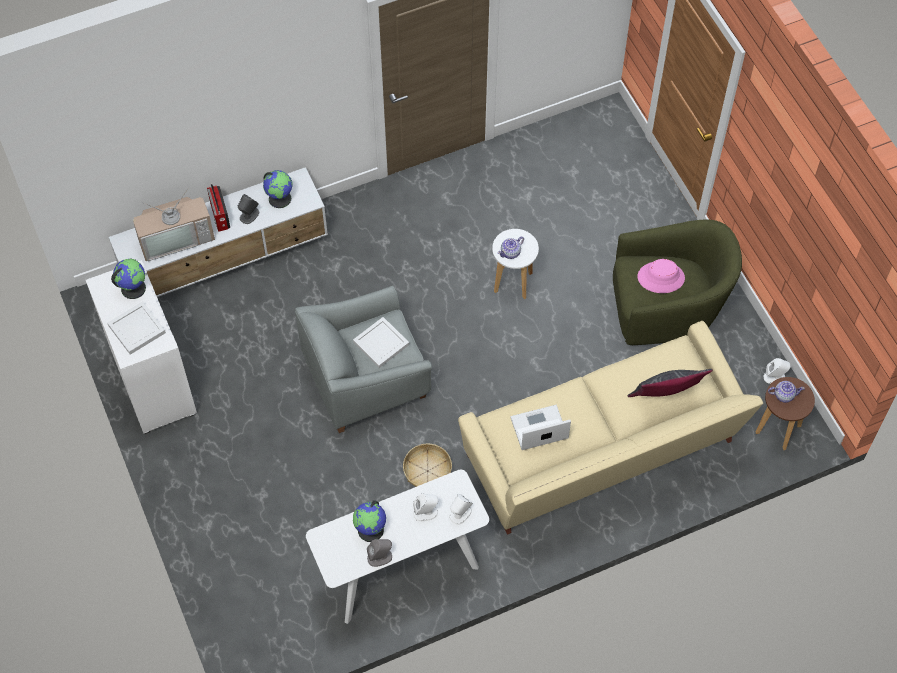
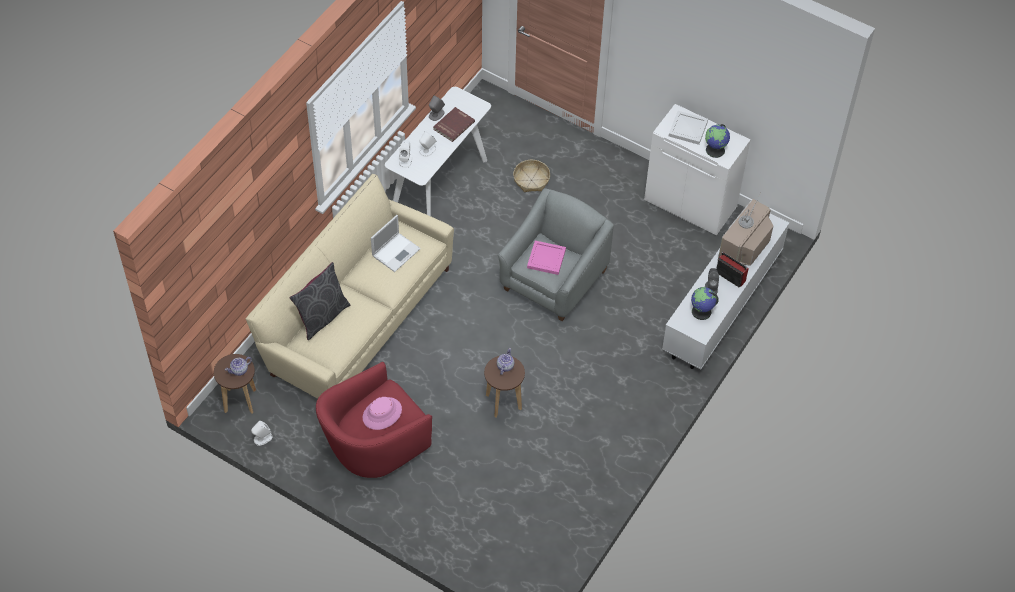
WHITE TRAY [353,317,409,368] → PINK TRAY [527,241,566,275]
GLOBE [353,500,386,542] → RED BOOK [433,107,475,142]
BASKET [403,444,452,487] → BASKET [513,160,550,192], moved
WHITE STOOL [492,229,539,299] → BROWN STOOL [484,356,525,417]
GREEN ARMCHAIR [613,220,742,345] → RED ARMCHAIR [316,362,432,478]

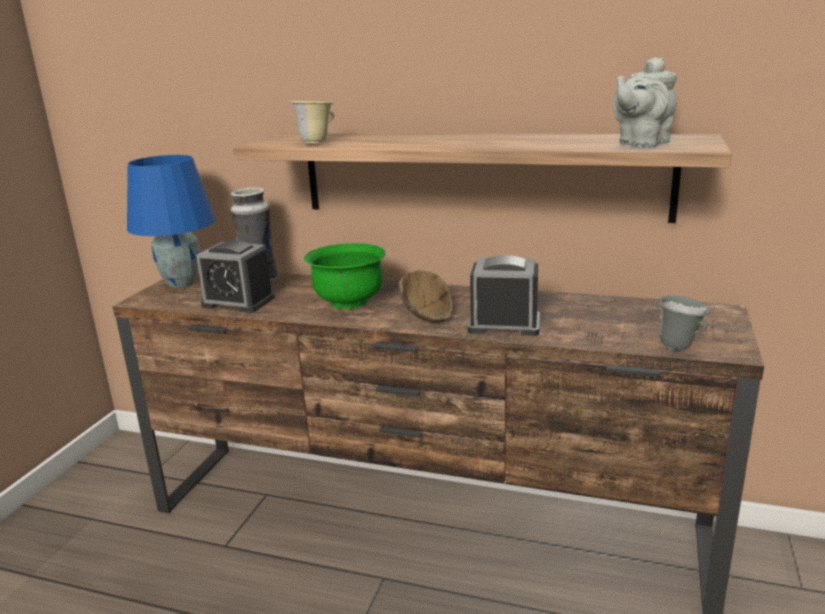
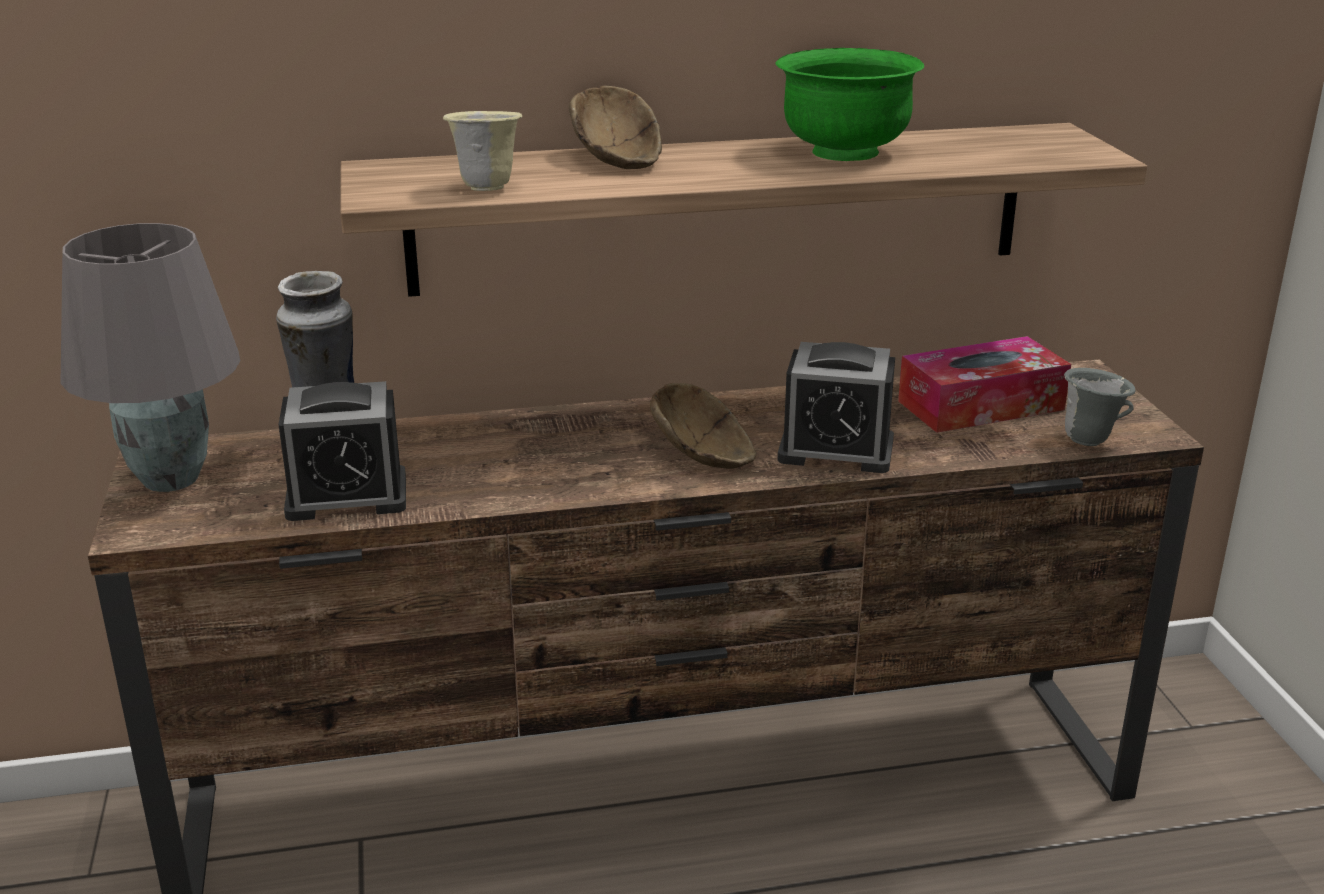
BLUE TABLE LAMP [127,155,215,288] → GREY TABLE LAMP [60,223,241,492]
GREEN BOWL [304,243,386,309] → GREEN BOWL [775,48,924,161], moved
ALARM CLOCK [468,255,540,336] → ALARM CLOCK [778,342,895,473], 150 degrees counterclockwise
GREY TEAPOT [613,57,677,148] → -
- → BROWN BOWL [569,86,662,169]
- → TISSUE BOX [898,336,1071,433]

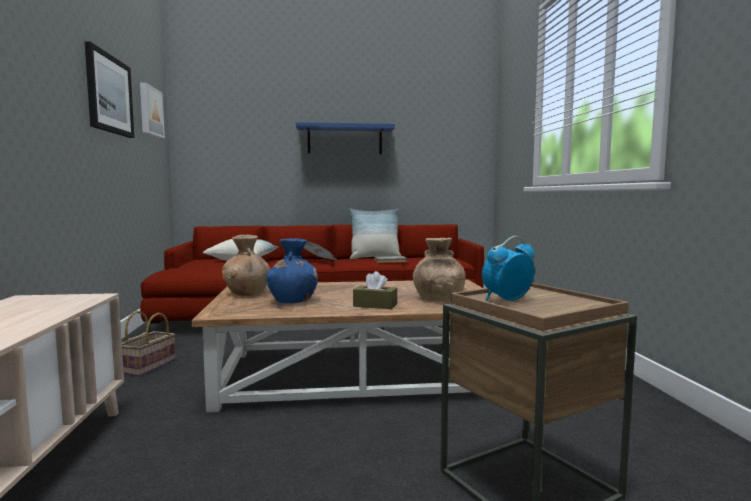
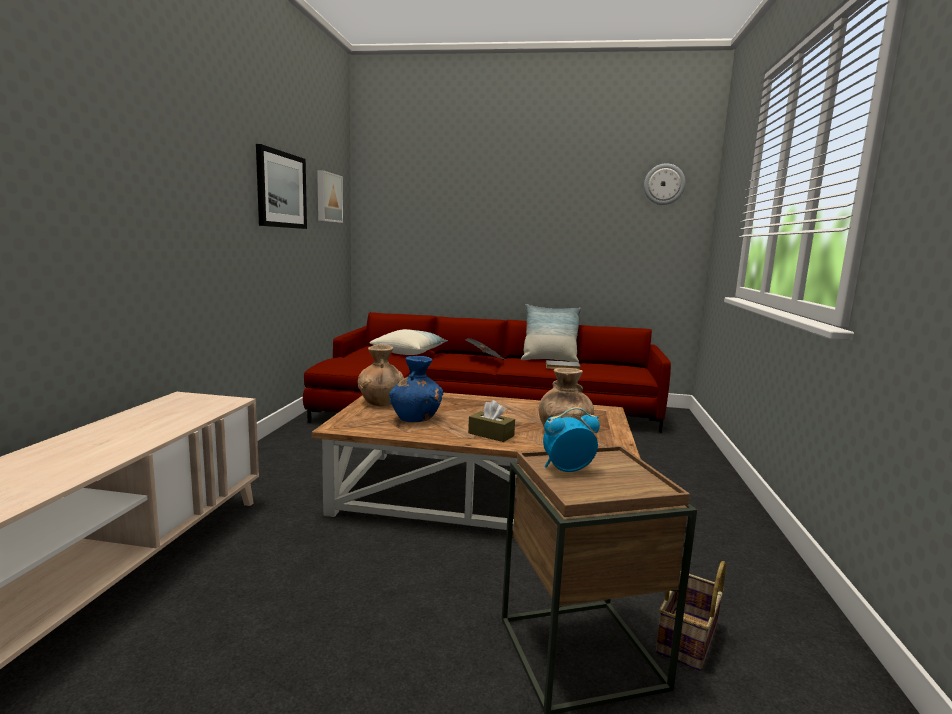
BASKET [122,311,175,376] → BASKET [656,561,726,671], moved
BLUE SHELF [296,122,395,154] → -
- → WALL CLOCK [644,163,685,205]

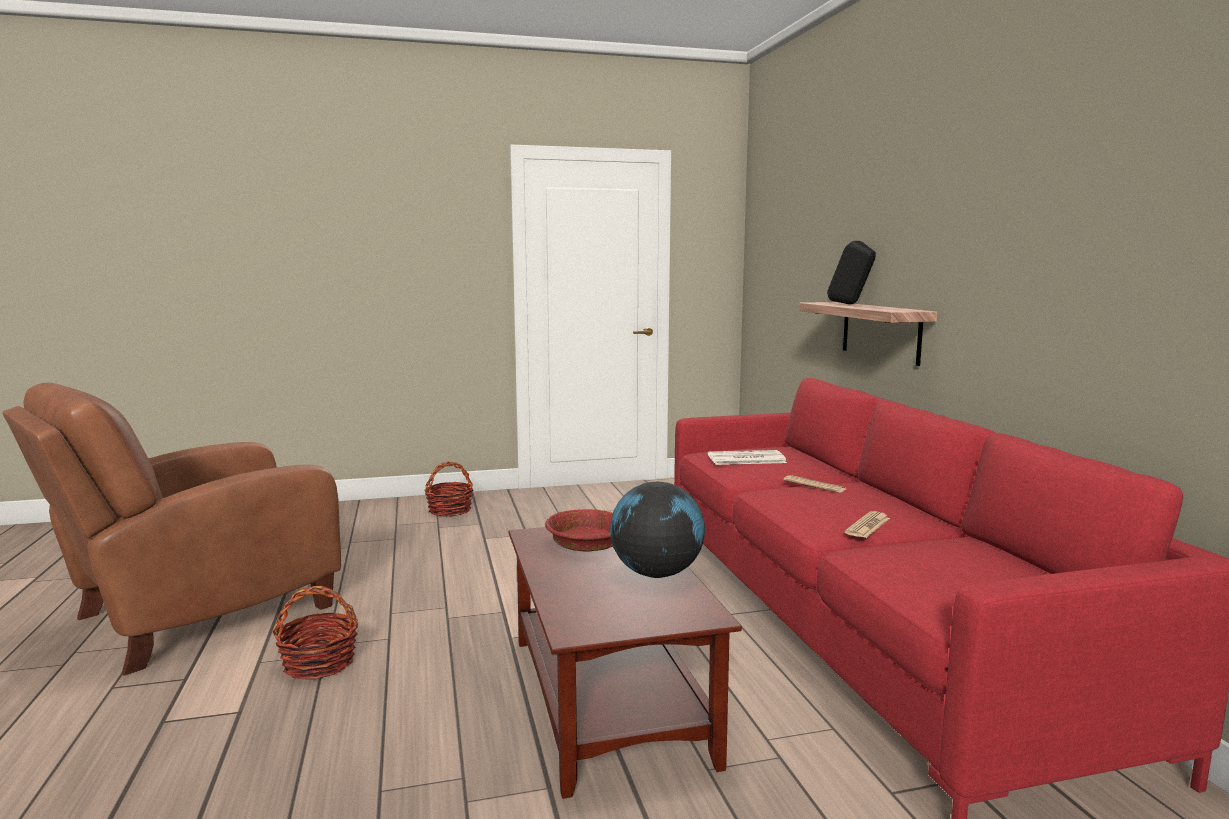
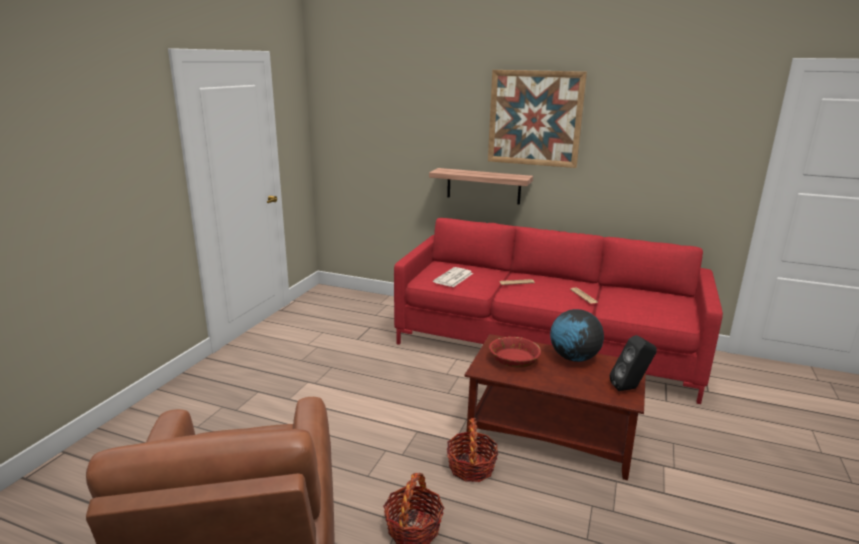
BASKET [424,461,473,516] → BASKET [447,418,498,482], moved
BLACK SPEAKER [827,241,876,304] → BLACK SPEAKER [610,335,657,391], moved
- → PICTURE [488,70,587,168]

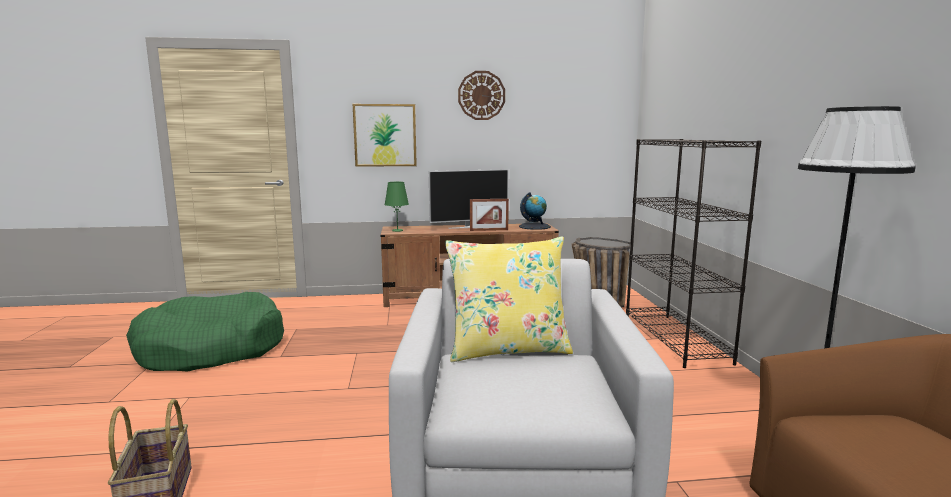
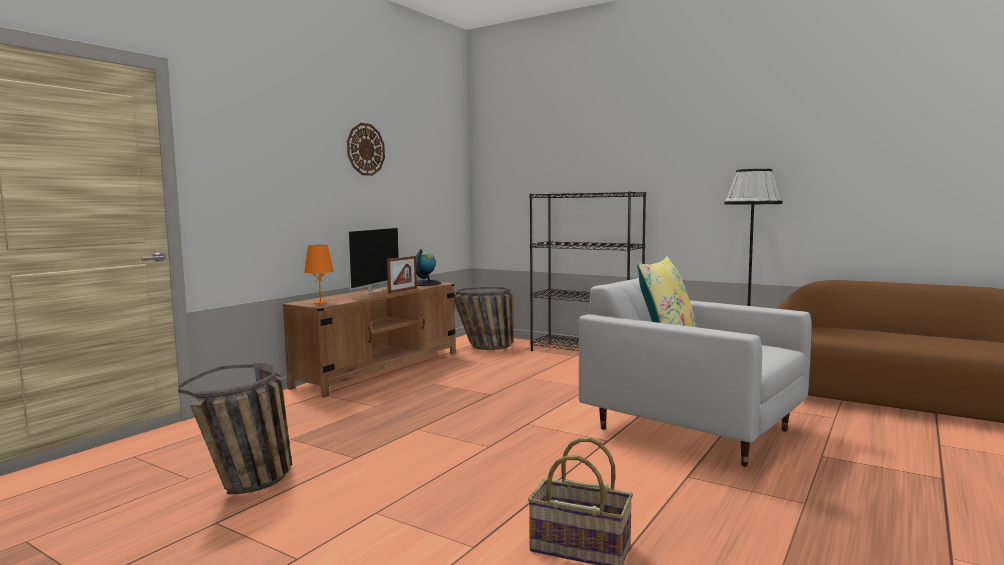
GREEN DOG BED [126,292,284,371] → BASKET [178,363,292,494]
PICTURE [353,104,417,167] → -
GREEN TABLE LAMP [384,182,409,232] → ORANGE TABLE LAMP [304,245,334,304]

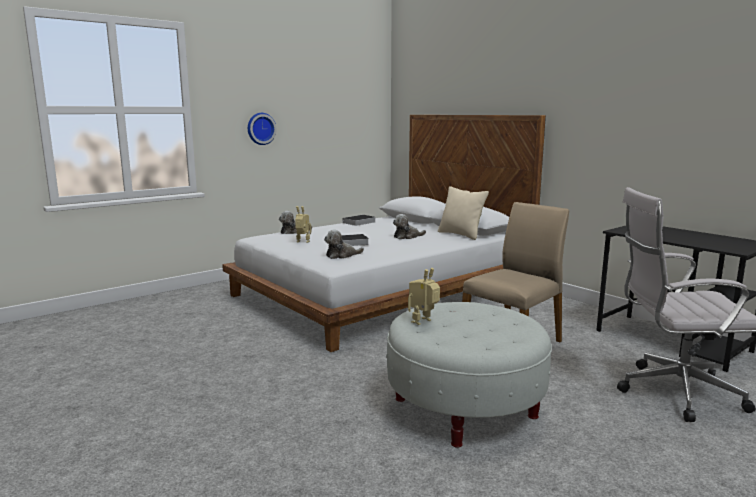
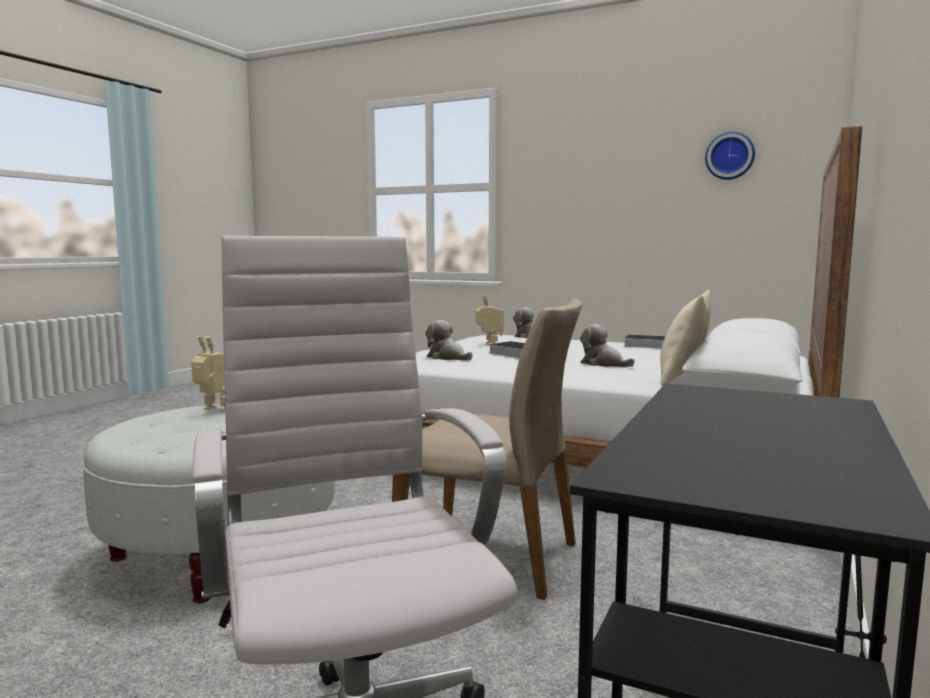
WALL CLOCK [248,113,277,145] → WALL CLOCK [705,132,755,180], moved

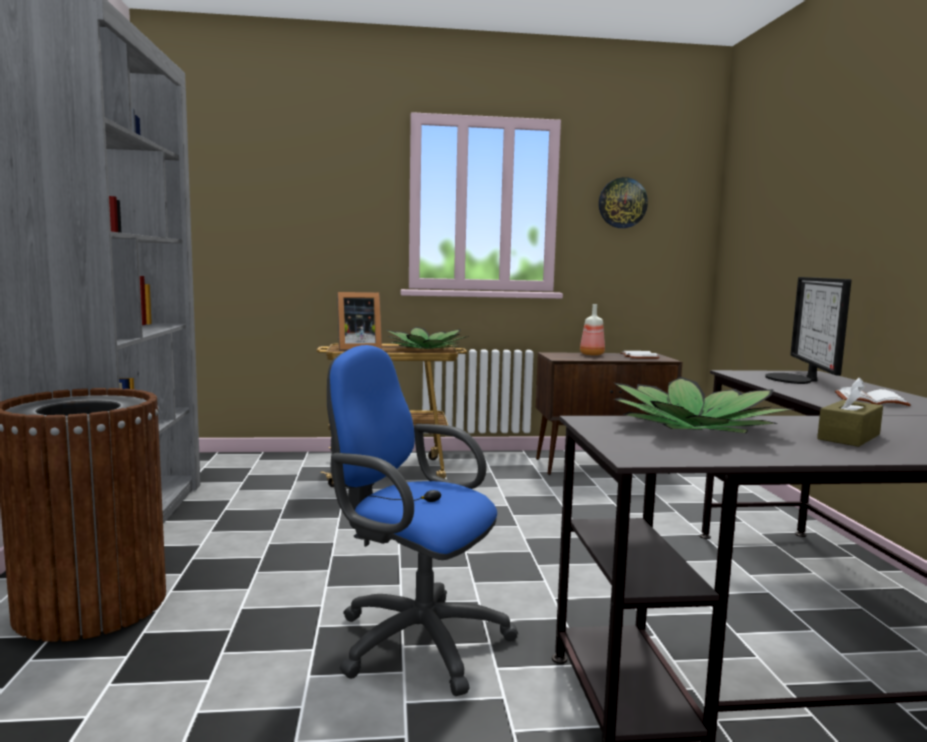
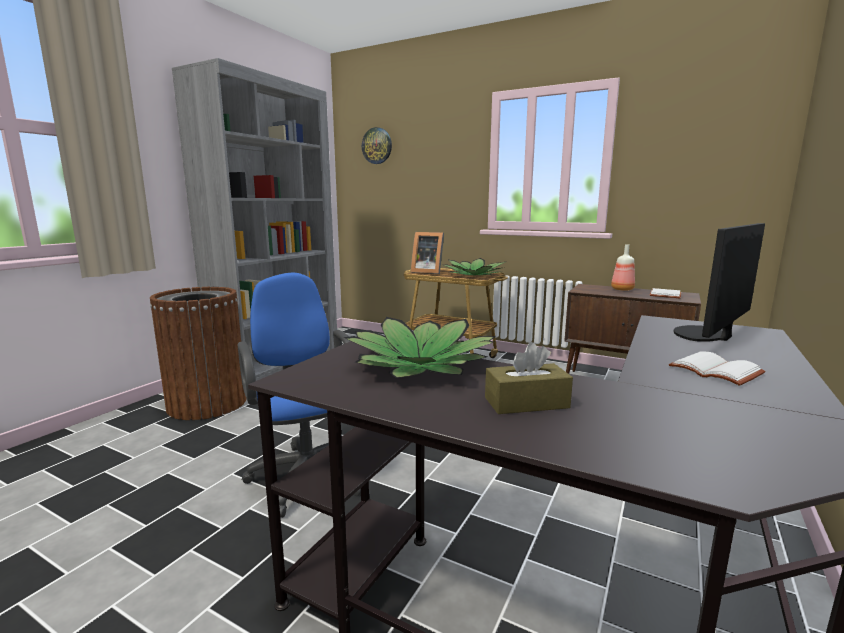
WALL CLOCK [599,177,648,228] → WALL CLOCK [362,127,392,164], moved

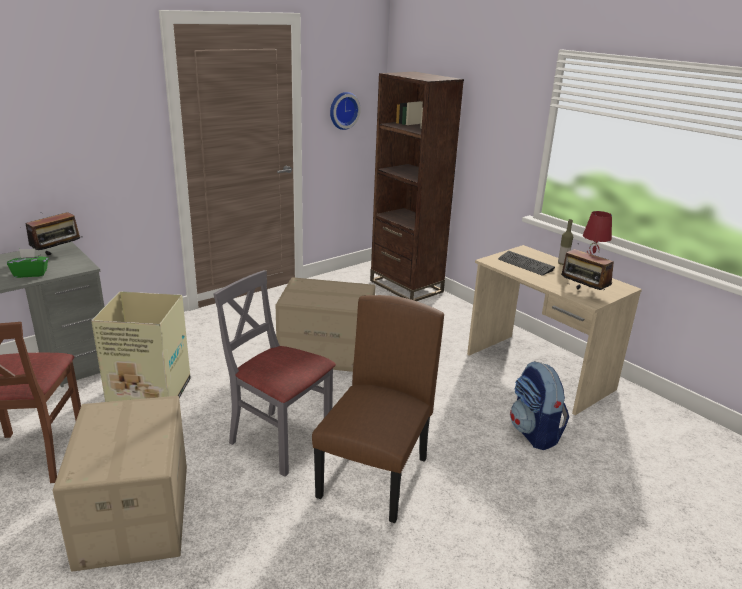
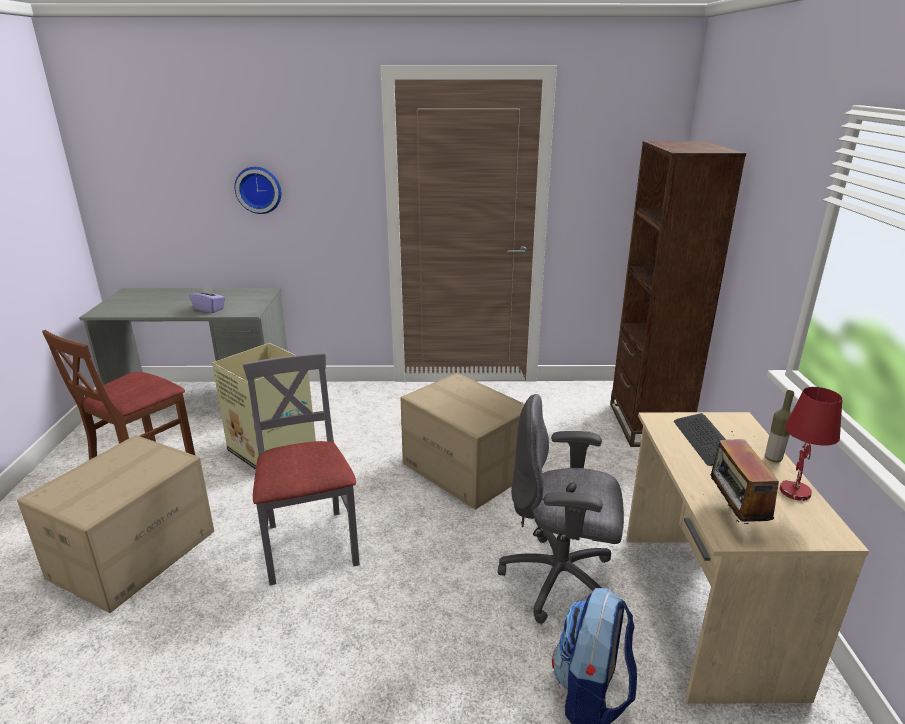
GREEN TISSUE BOX [7,248,49,278] → PURPLE TISSUE BOX [189,285,225,313]
RADIO [26,212,83,256] → -
BROWN CHAIR [312,295,444,523] → -
WALL CLOCK [330,92,361,130] → WALL CLOCK [235,167,281,214], moved
- → GREY OFFICE CHAIR [498,394,624,624]

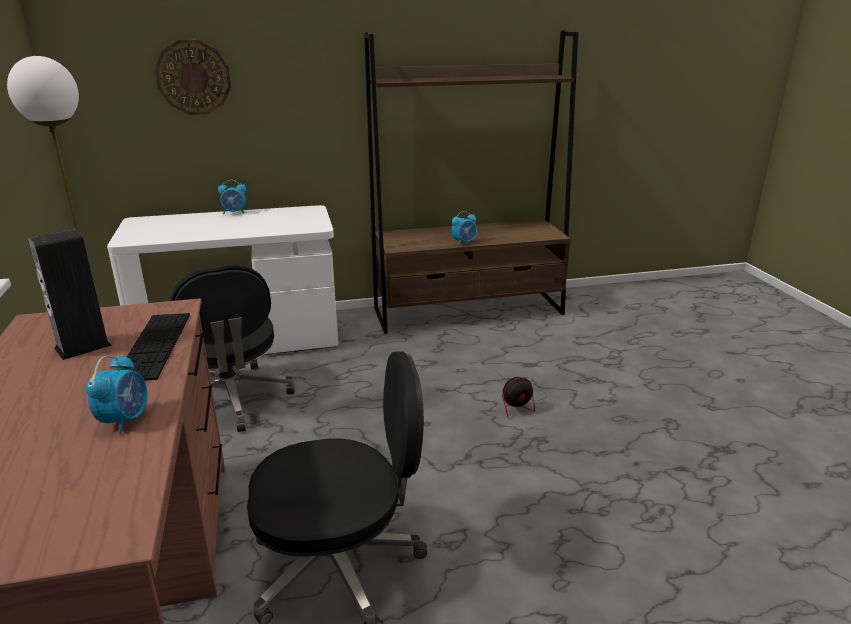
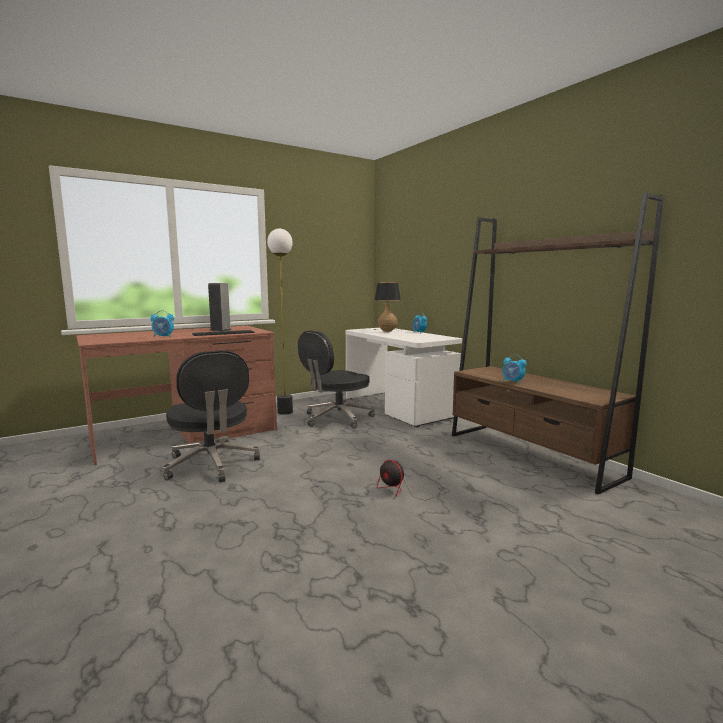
WALL CLOCK [155,40,231,115] → -
- → TABLE LAMP [374,282,401,332]

